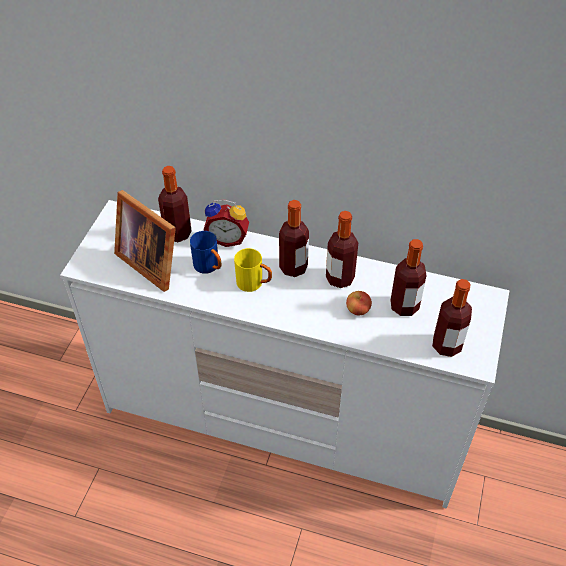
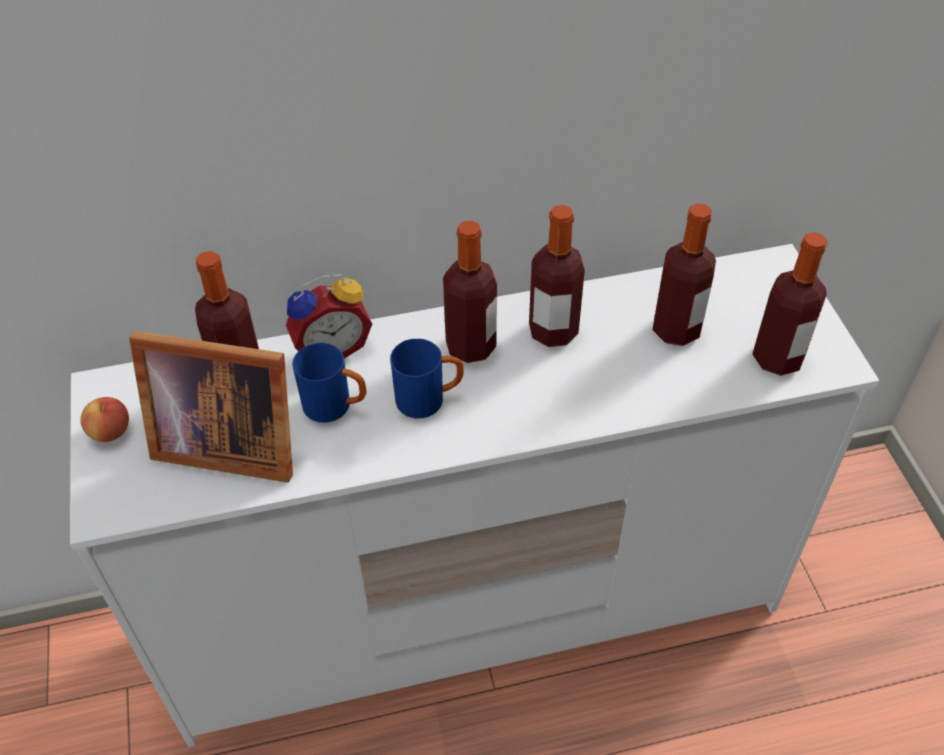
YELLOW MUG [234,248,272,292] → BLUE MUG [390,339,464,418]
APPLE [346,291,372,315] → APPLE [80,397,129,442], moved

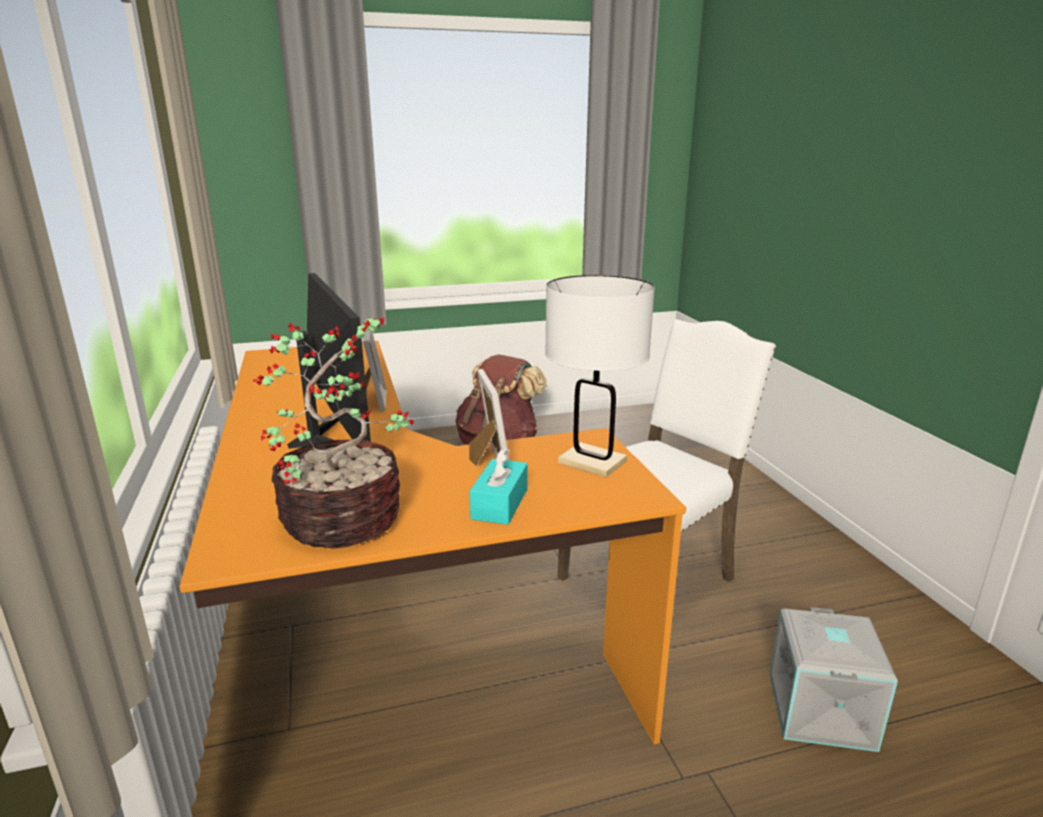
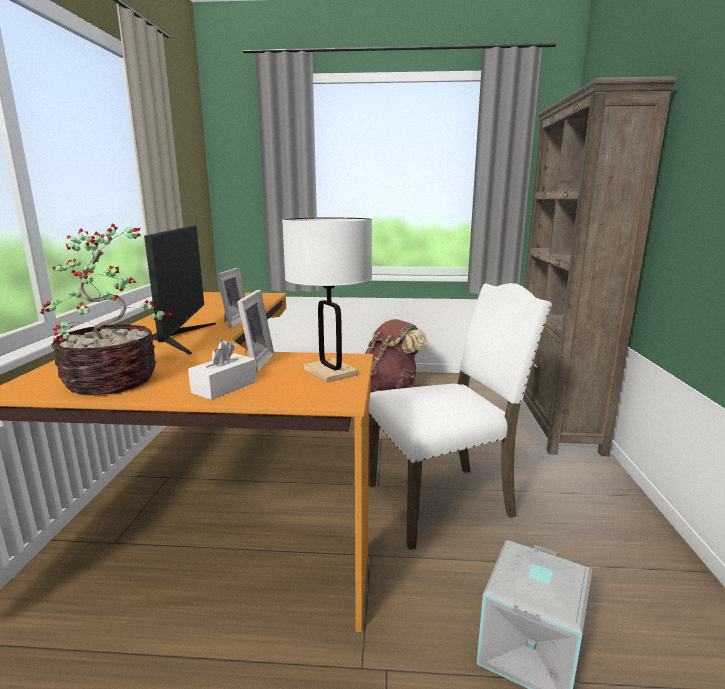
TURQUOISE TISSUE BOX [469,447,527,525] → WHITE TISSUE BOX [188,340,257,400]
- → BROWN BOOKCASE [523,76,677,456]

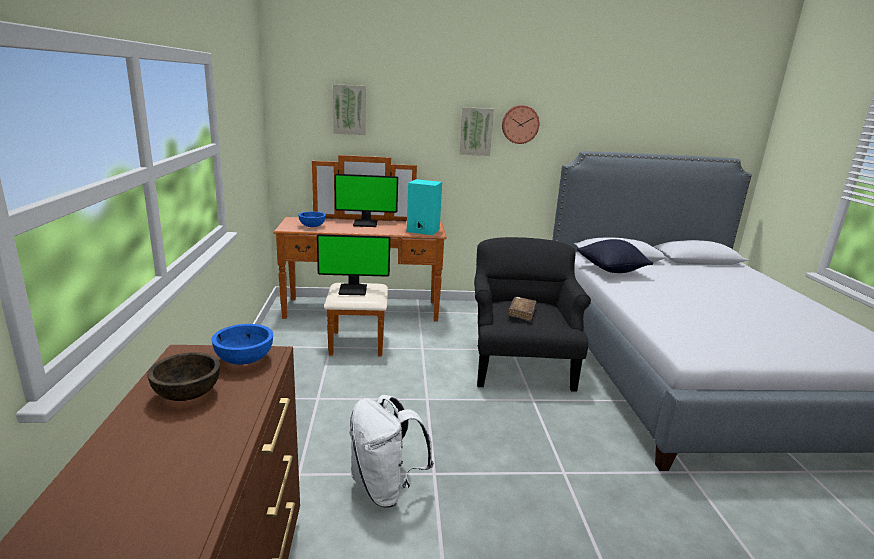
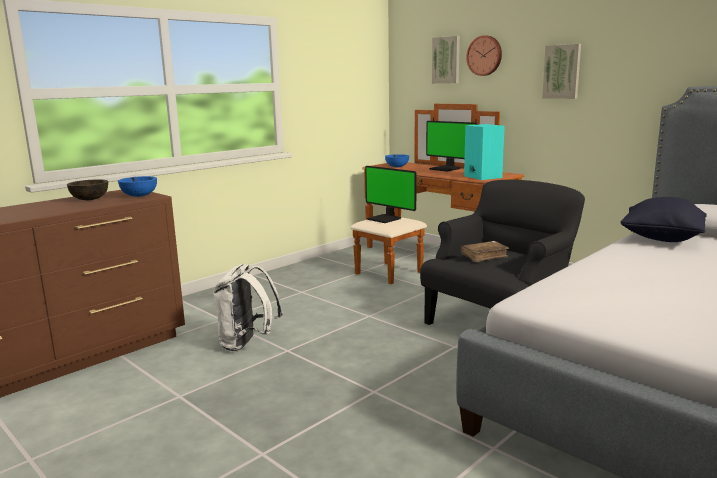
WALL CLOCK [502,105,539,144] → WALL CLOCK [466,35,502,76], moved

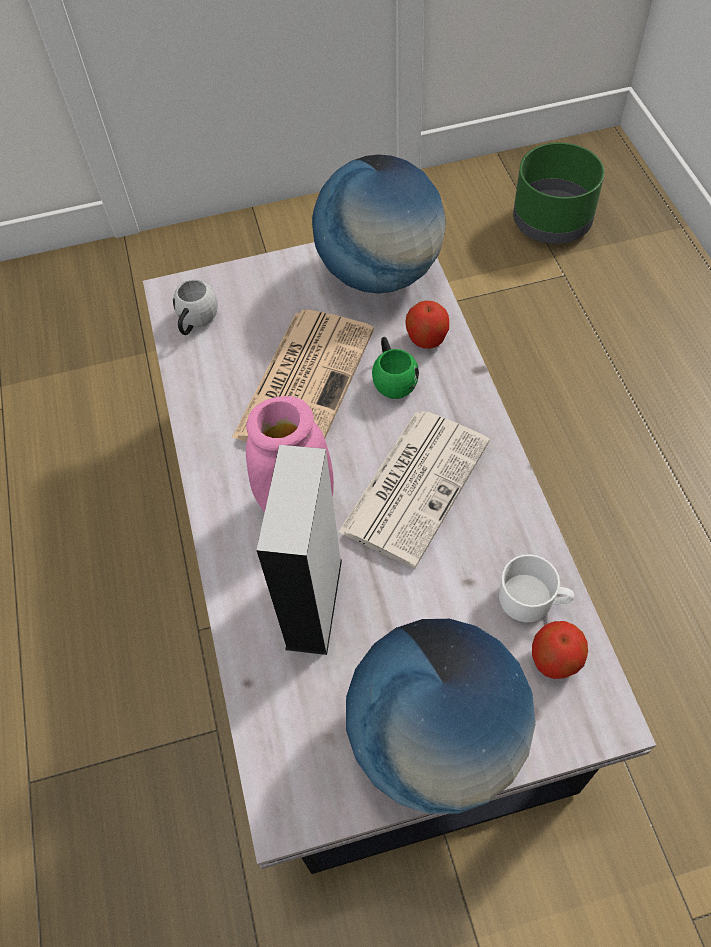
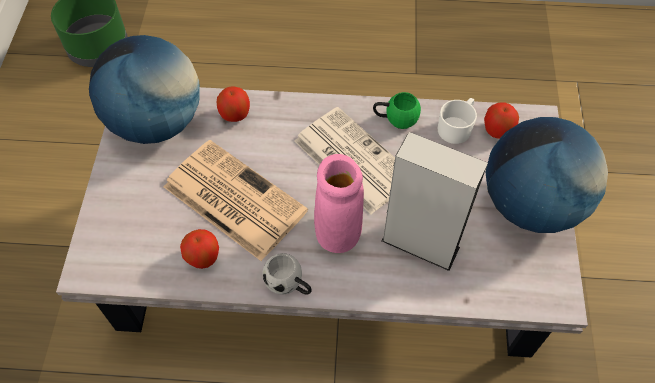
WHITE MUG [173,280,218,335] → WHITE MUG [262,253,312,295], moved
GREEN MUG [372,337,419,399] → GREEN MUG [373,92,421,129], moved
- → APPLE [180,229,219,269]

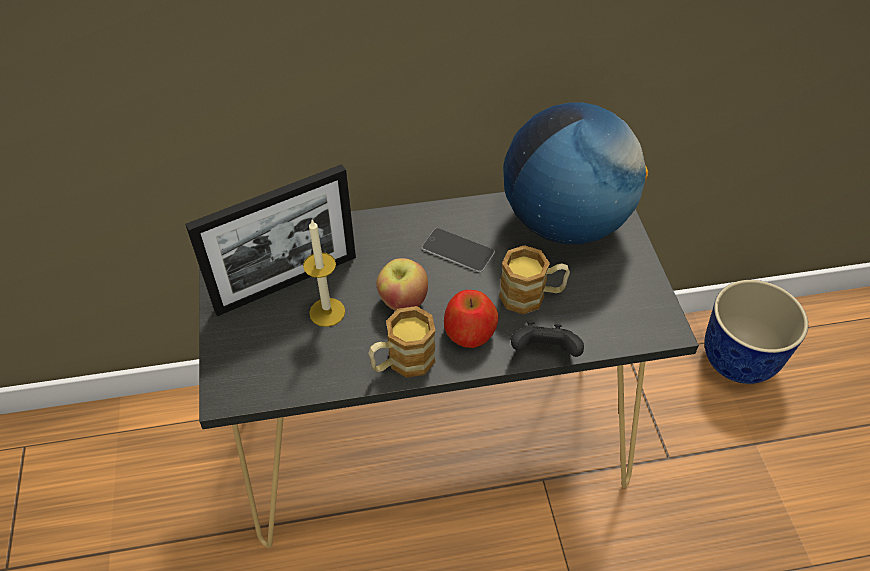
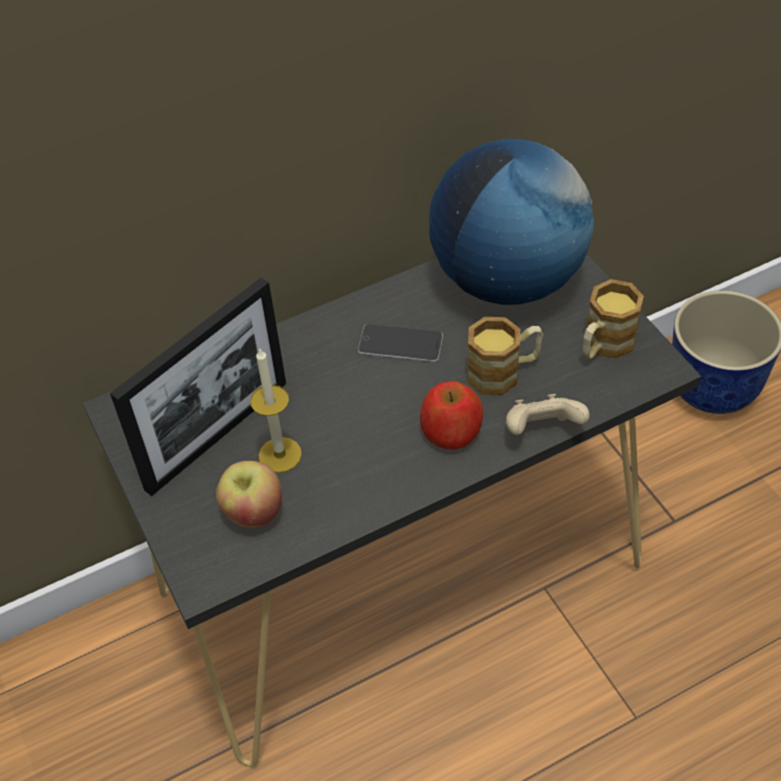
MUG [368,306,435,378] → MUG [583,279,644,359], moved
APPLE [376,258,428,311] → APPLE [216,461,282,528], moved
BLACK GAME CONTROLLER [511,321,584,357] → BEIGE GAME CONTROLLER [506,394,590,435]

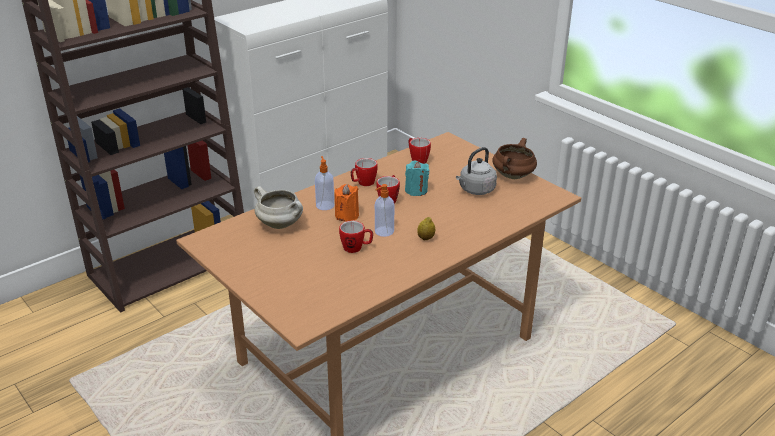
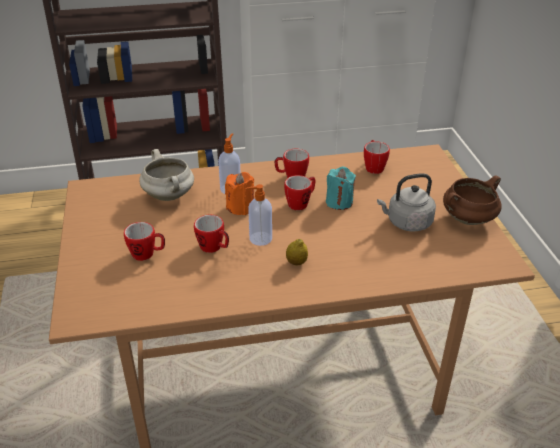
- → MUG [124,222,165,261]

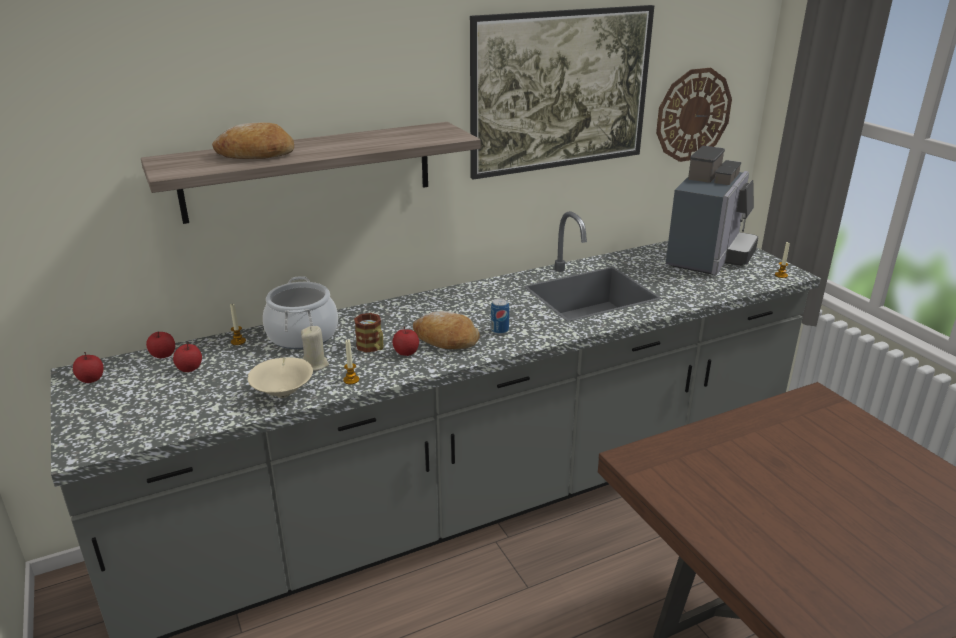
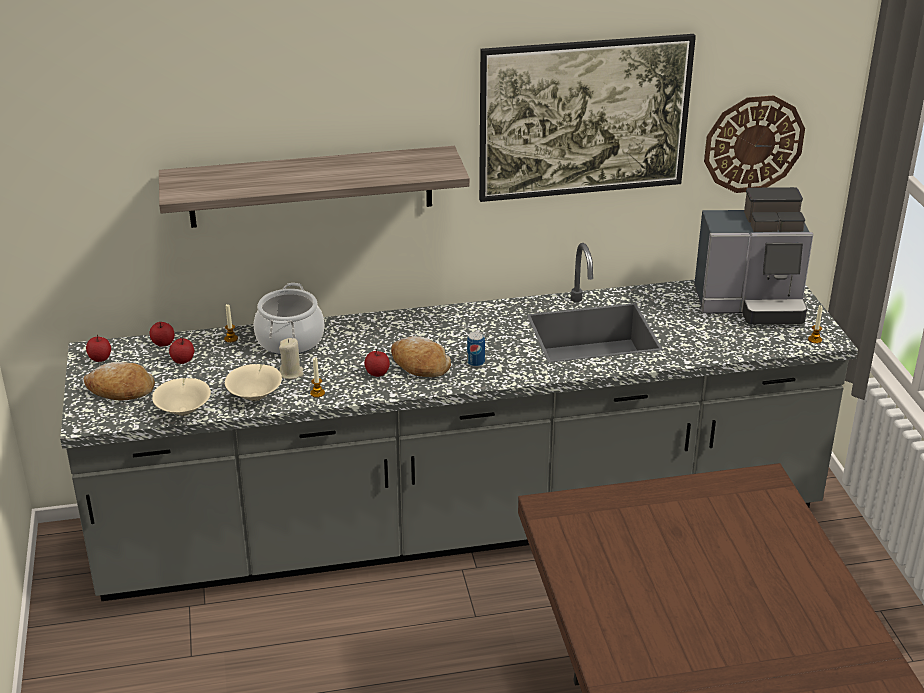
BREAD [212,123,294,159] → BREAD [84,362,155,401], moved
MUG [354,313,383,353] → -
COFFEE MACHINE [666,146,758,275] → COFFEE MACHINE [694,187,813,325], 45 degrees clockwise
- → BEIGE BOWL [152,378,211,416]

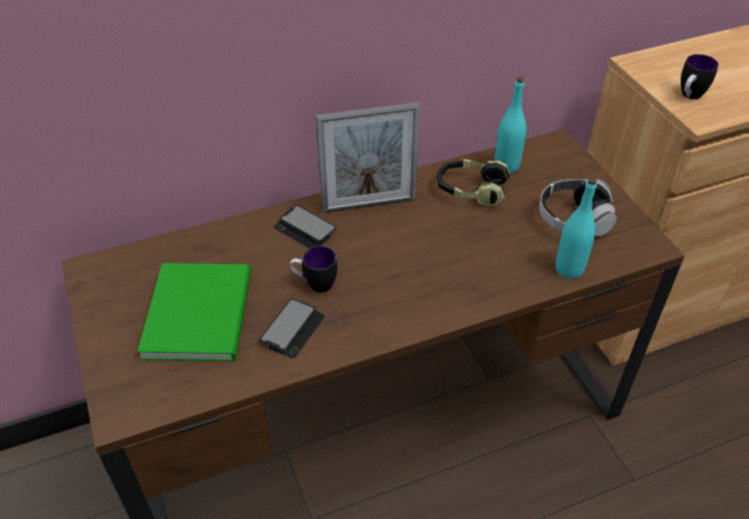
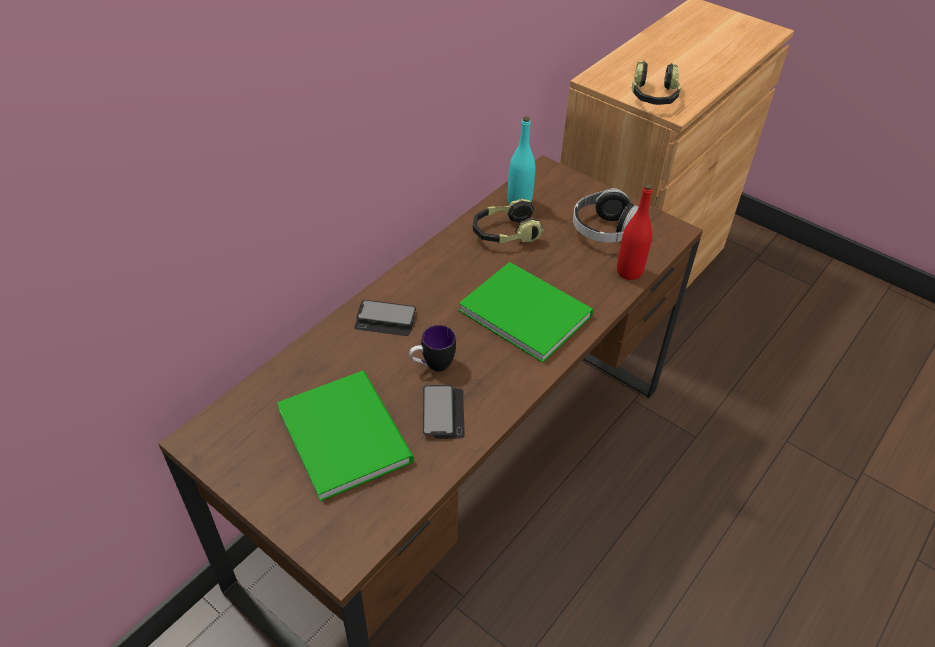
PICTURE FRAME [316,102,420,213] → -
TURQUOISE BOTTLE [556,178,597,279] → RED BOTTLE [617,184,653,280]
MUG [681,54,719,99] → HEADPHONES [632,61,681,105]
- → GREEN BOOK [459,262,594,363]

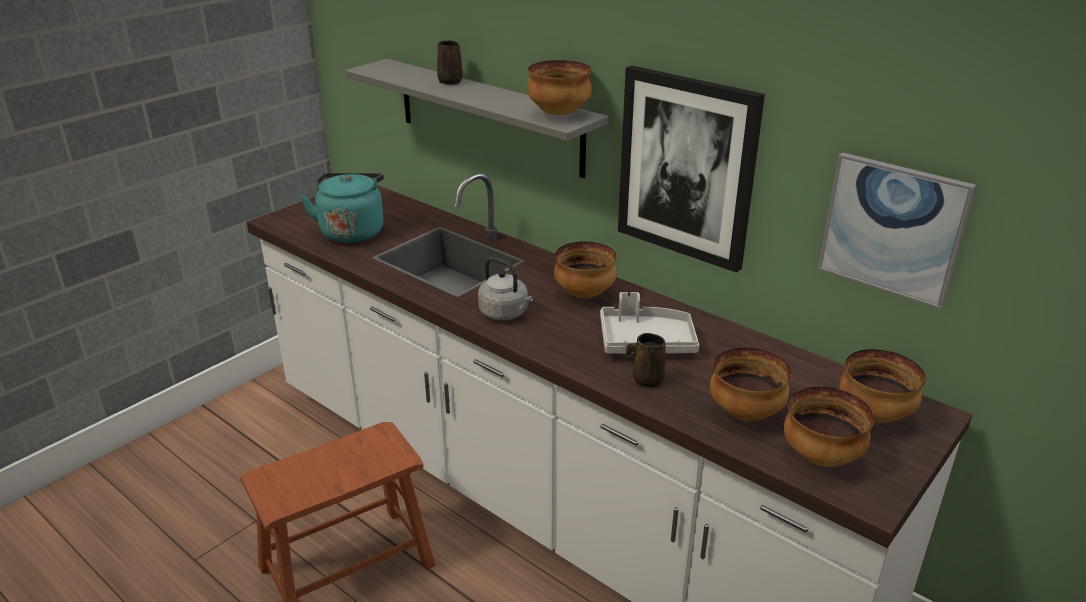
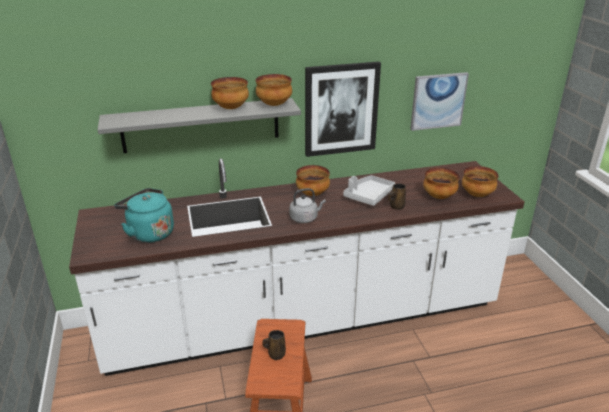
BROWN MUG [437,40,463,85] → BROWN MUG [263,330,286,360], moved
BOWL [839,349,926,423] → BOWL [211,77,249,109], moved

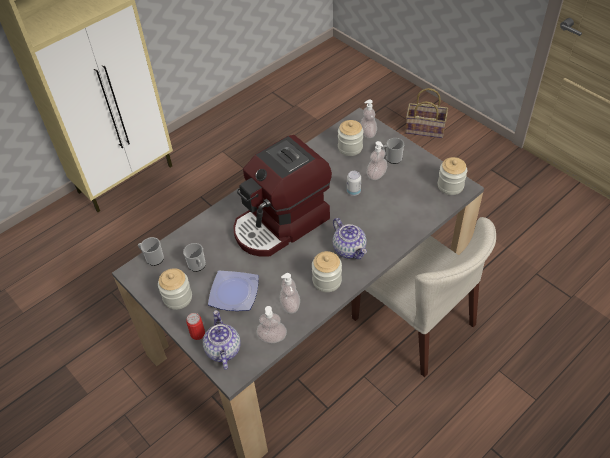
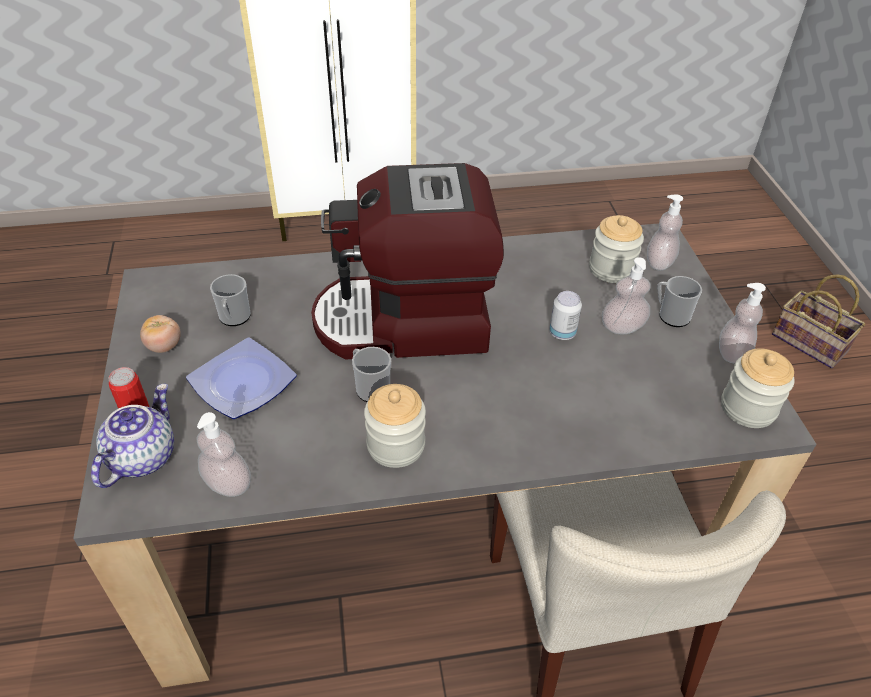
MUG [138,237,164,266] → MUG [352,347,391,402], moved
JAR [158,268,192,310] → TOMATO [140,315,181,353]
SOAP DISPENSER [280,273,300,314] → SOAP DISPENSER [719,283,766,364], moved
TEAPOT [333,218,367,259] → -

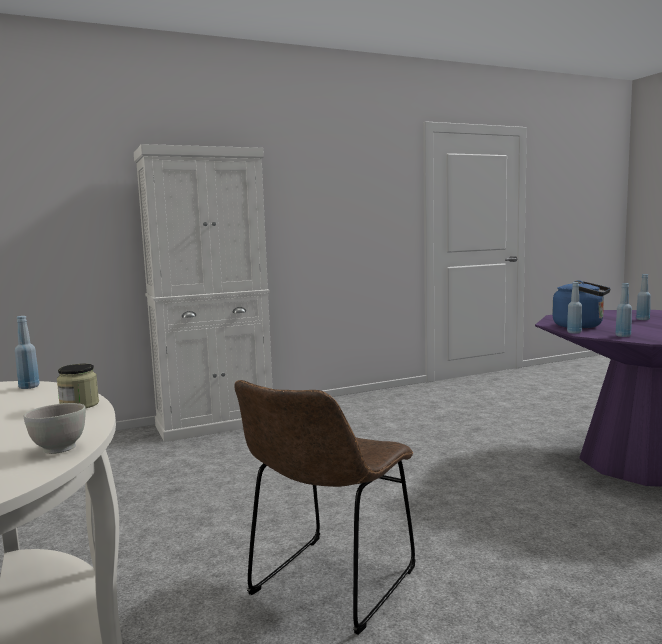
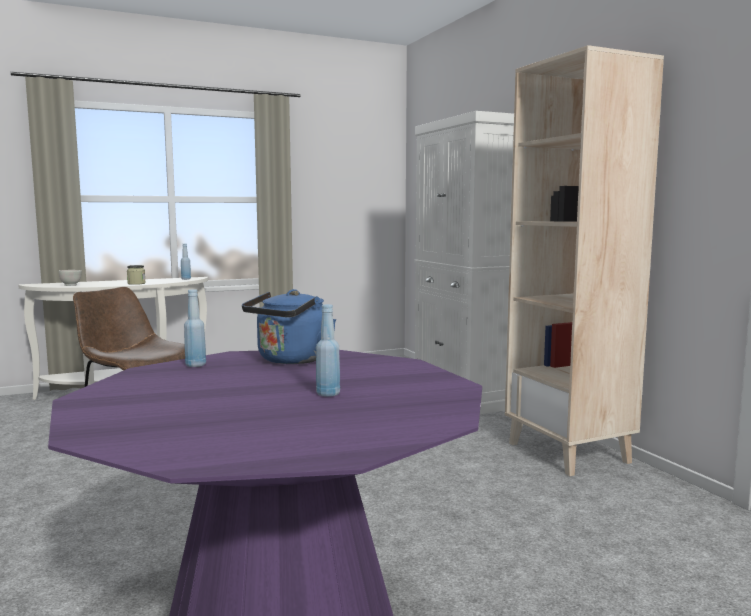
BLUE BOTTLE [567,282,582,334] → -
- → BEIGE BOOKCASE [505,45,664,476]

